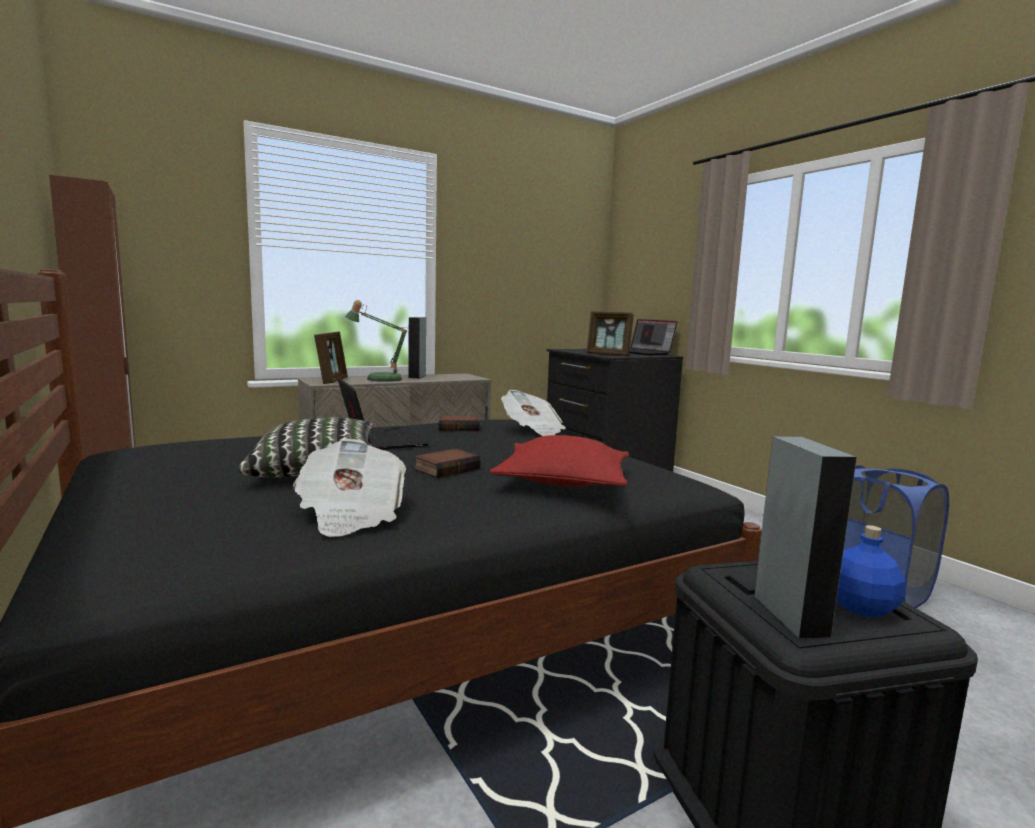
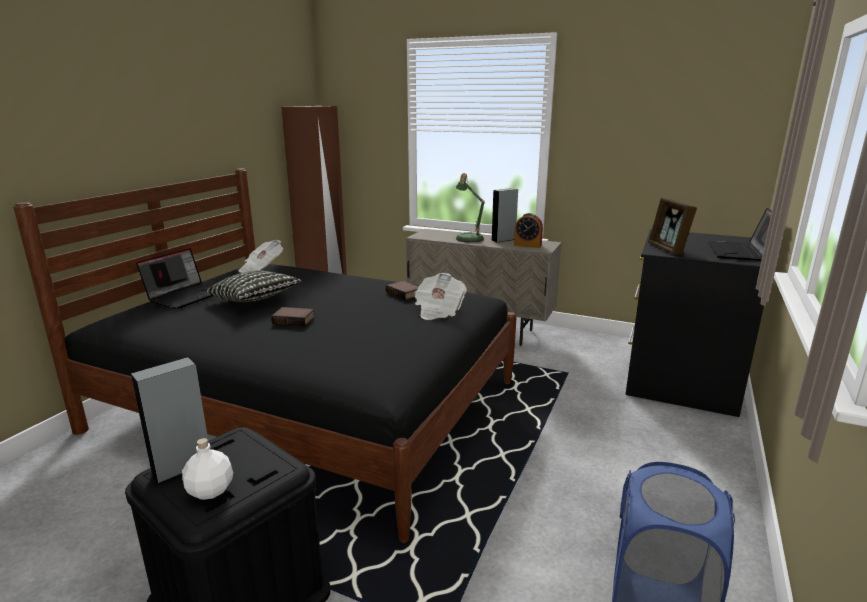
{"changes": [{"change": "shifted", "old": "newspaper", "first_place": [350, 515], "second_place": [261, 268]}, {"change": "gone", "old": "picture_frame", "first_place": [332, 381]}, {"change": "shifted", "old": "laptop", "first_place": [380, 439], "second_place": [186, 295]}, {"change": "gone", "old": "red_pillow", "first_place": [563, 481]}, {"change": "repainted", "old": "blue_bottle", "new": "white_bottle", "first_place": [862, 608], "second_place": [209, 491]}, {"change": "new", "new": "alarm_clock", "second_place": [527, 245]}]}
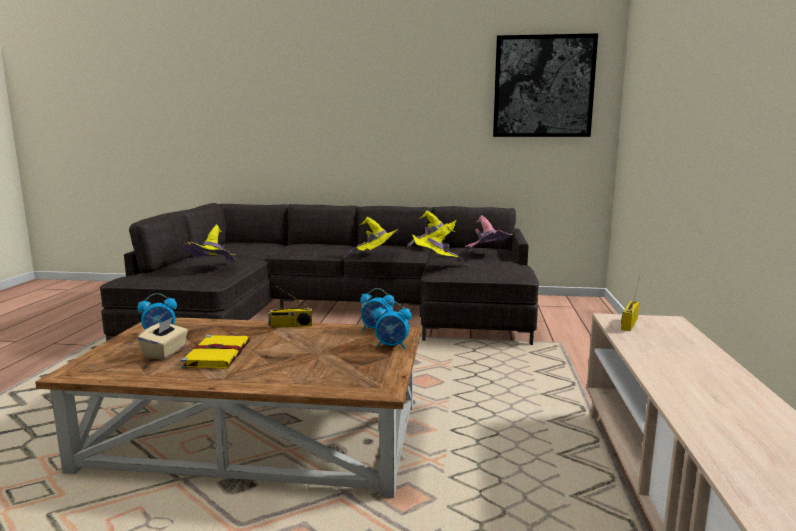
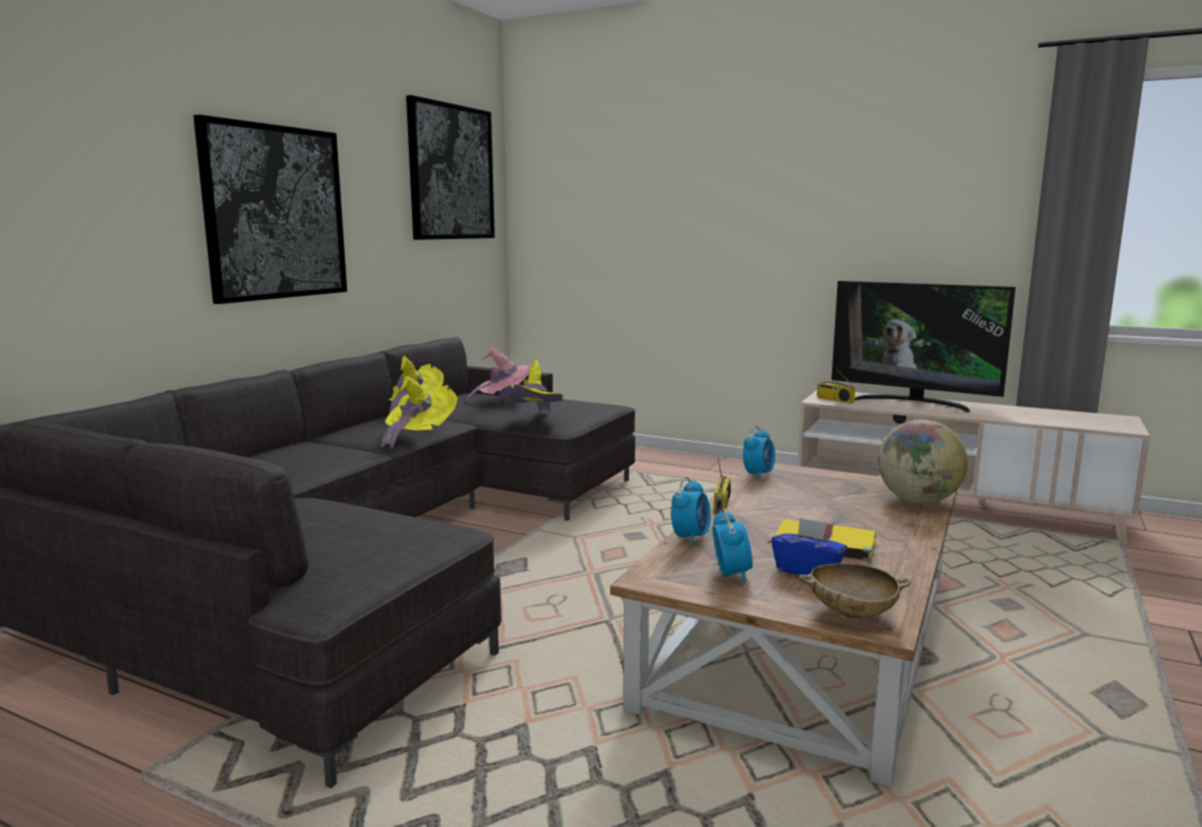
{"changes": [{"change": "repainted", "old": "beige_tissue_box", "new": "blue_tissue_box", "first_place": [165, 352], "second_place": [807, 570]}, {"change": "gone", "old": "yellow_hat", "first_place": [214, 270]}, {"change": "shifted", "old": "alarm_clock", "first_place": [392, 346], "second_place": [690, 538]}, {"change": "new", "new": "picture", "second_place": [275, 213]}, {"change": "new", "new": "beige_bowl", "second_place": [851, 613]}, {"change": "new", "new": "television", "second_place": [913, 402]}, {"change": "new", "new": "globe", "second_place": [917, 501]}]}
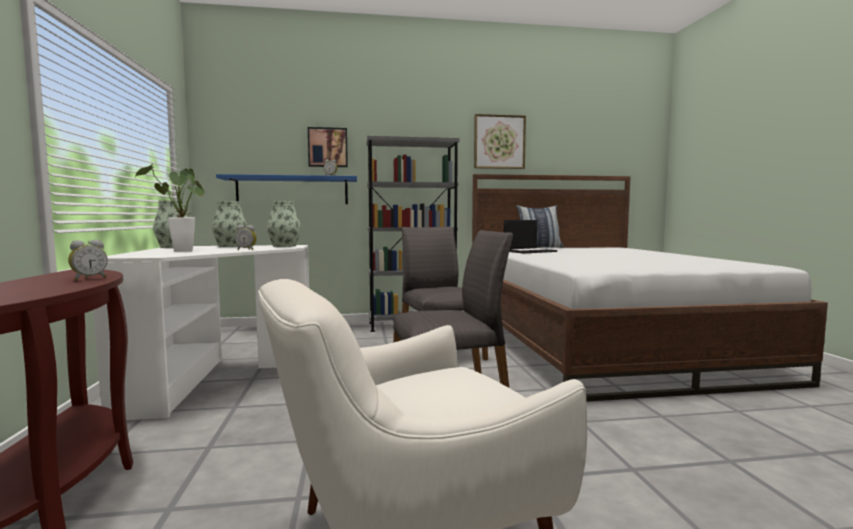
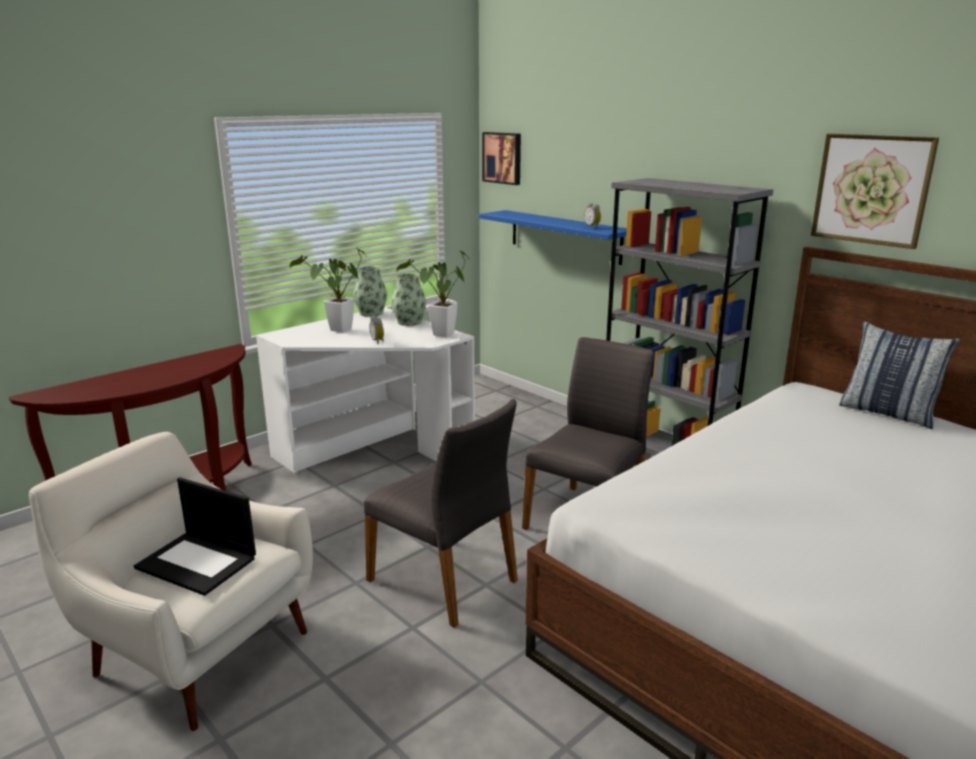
{"changes": [{"change": "gone", "old": "alarm_clock", "first_place": [89, 278]}, {"change": "swapped", "old": "vase", "new": "potted_plant", "first_place": [284, 246], "second_place": [440, 336]}, {"change": "shifted", "old": "picture", "first_place": [328, 147], "second_place": [503, 158]}, {"change": "shifted", "old": "laptop", "first_place": [529, 251], "second_place": [198, 562]}]}
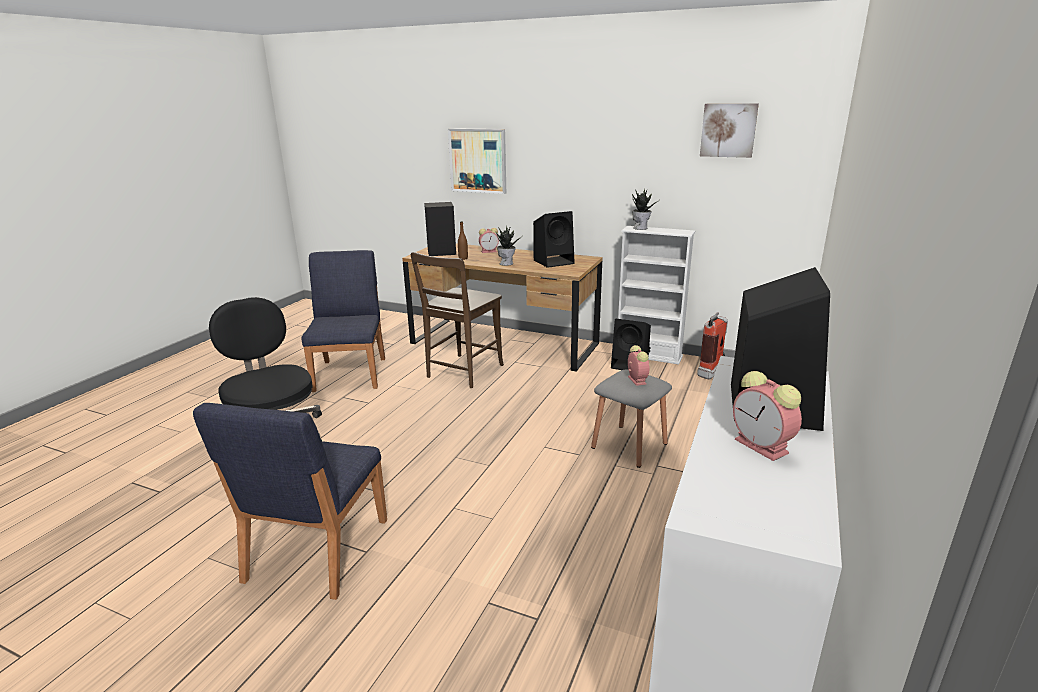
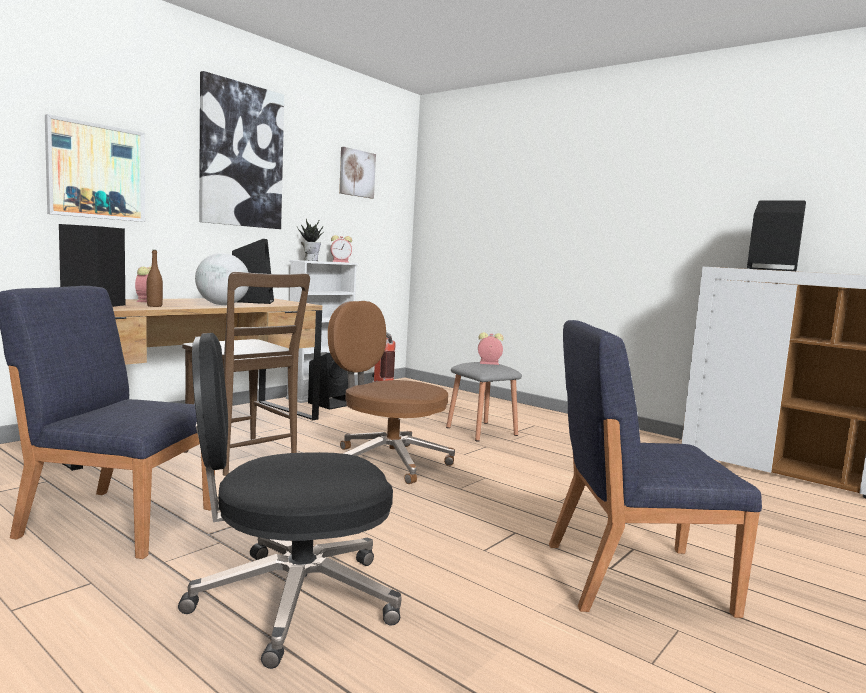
{"changes": [{"change": "rotated", "old": "blue_chair", "first_place": [316, 551], "second_place": [632, 577], "degrees": 150}, {"change": "swapped", "old": "potted_plant", "new": "globe", "first_place": [506, 263], "second_place": [222, 305]}, {"change": "shifted", "old": "alarm_clock", "first_place": [763, 447], "second_place": [341, 262]}, {"change": "new", "new": "picture", "second_place": [241, 156]}, {"change": "new", "new": "brown_office_chair", "second_place": [387, 461]}]}
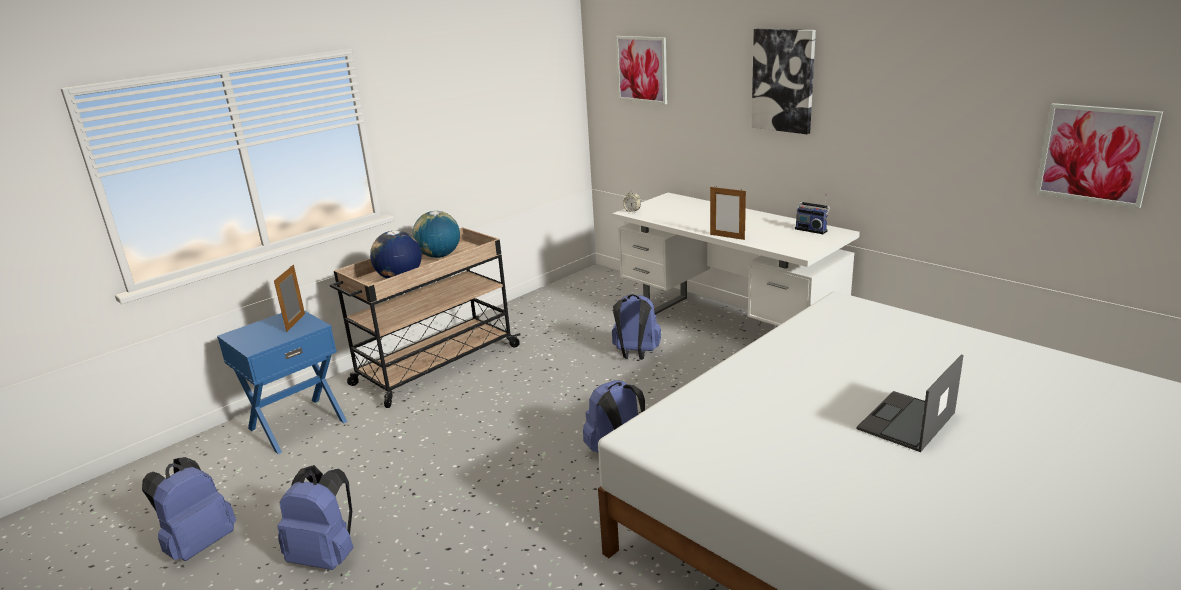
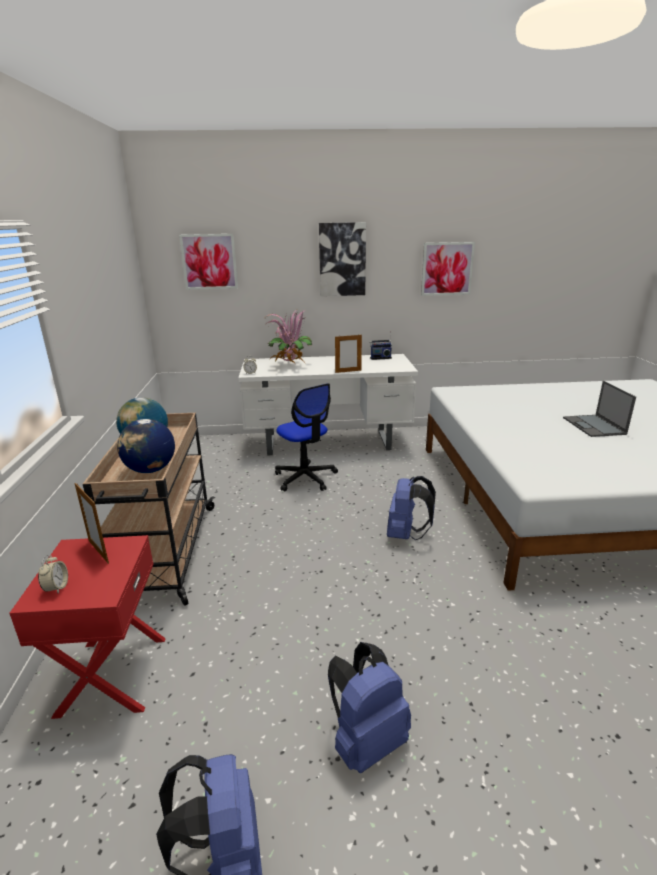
{"changes": [{"change": "repainted", "old": "blue_nightstand", "new": "red_nightstand", "first_place": [297, 424], "second_place": [111, 675]}, {"change": "swapped", "old": "blue_backpack", "new": "office_chair", "first_place": [635, 354], "second_place": [305, 478]}, {"change": "shifted", "old": "picture", "first_place": [1096, 154], "second_place": [447, 269]}, {"change": "new", "new": "alarm_clock", "second_place": [56, 587]}, {"change": "new", "new": "potted_plant", "second_place": [290, 366]}]}
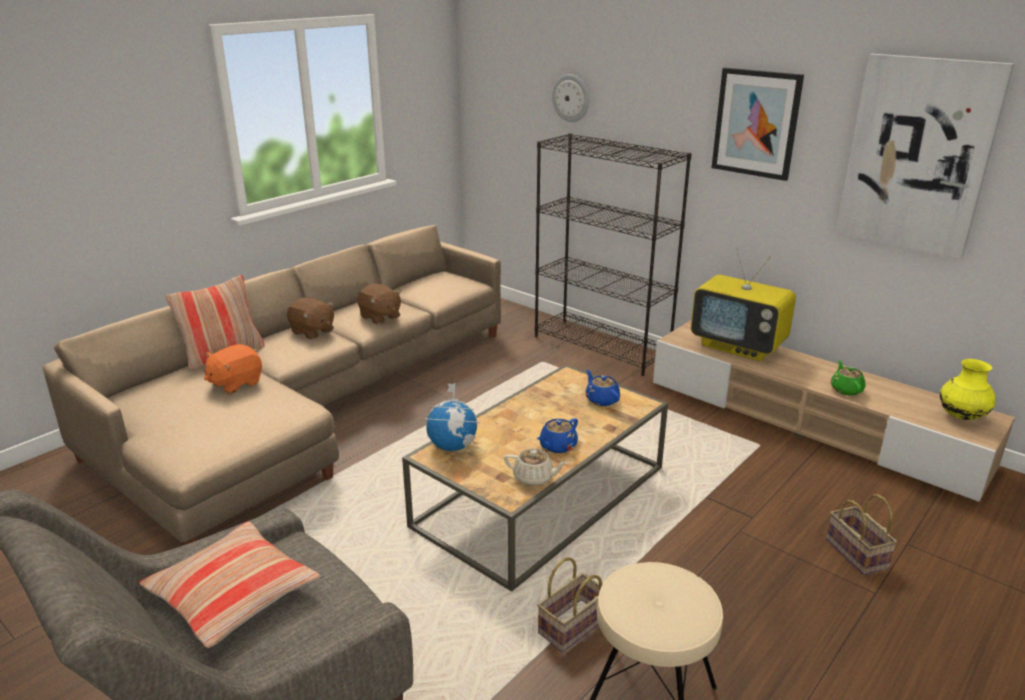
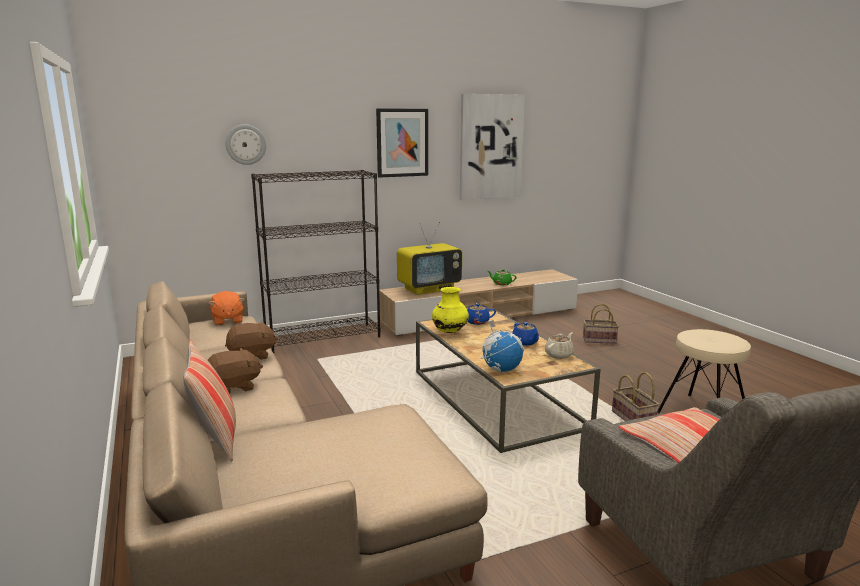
{"changes": [{"change": "shifted", "old": "orange_plush_toy", "first_place": [235, 383], "second_place": [227, 321]}, {"change": "shifted", "old": "yellow_vase", "first_place": [961, 416], "second_place": [450, 332]}]}
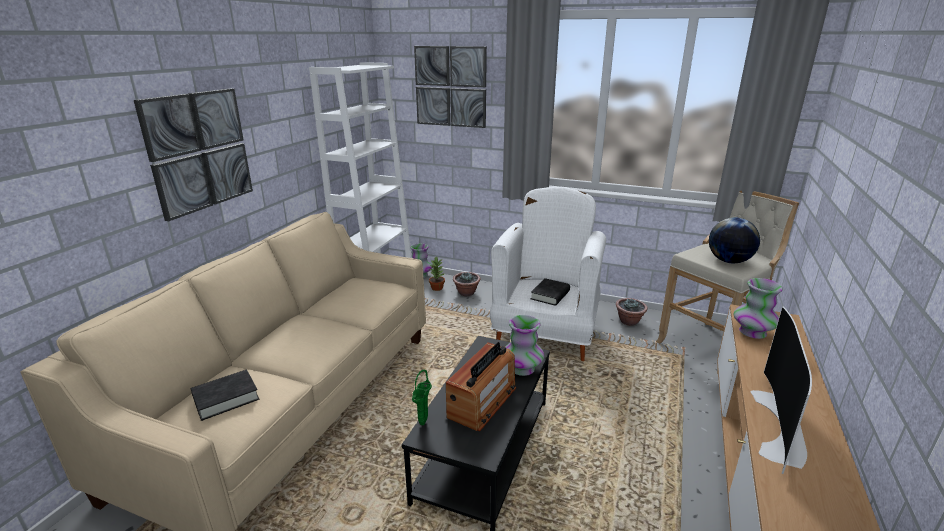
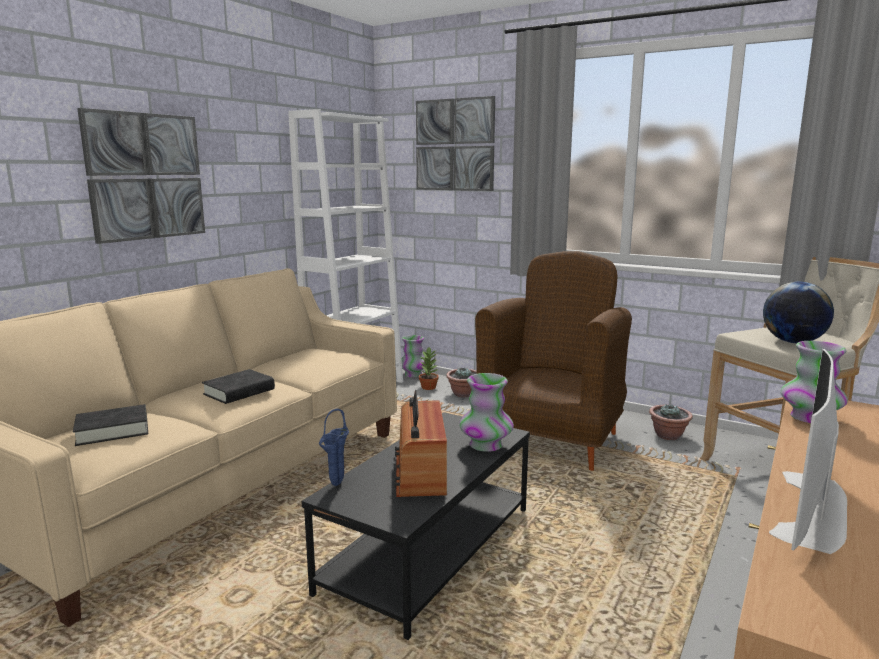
{"changes": [{"change": "repainted", "old": "green_vase", "new": "blue_vase", "first_place": [422, 424], "second_place": [336, 485]}, {"change": "rotated", "old": "radio", "first_place": [482, 402], "second_place": [420, 471], "degrees": 135}, {"change": "repainted", "old": "white_armchair", "new": "brown_armchair", "first_place": [545, 333], "second_place": [551, 439]}, {"change": "shifted", "old": "black_book", "first_place": [550, 295], "second_place": [239, 392]}]}
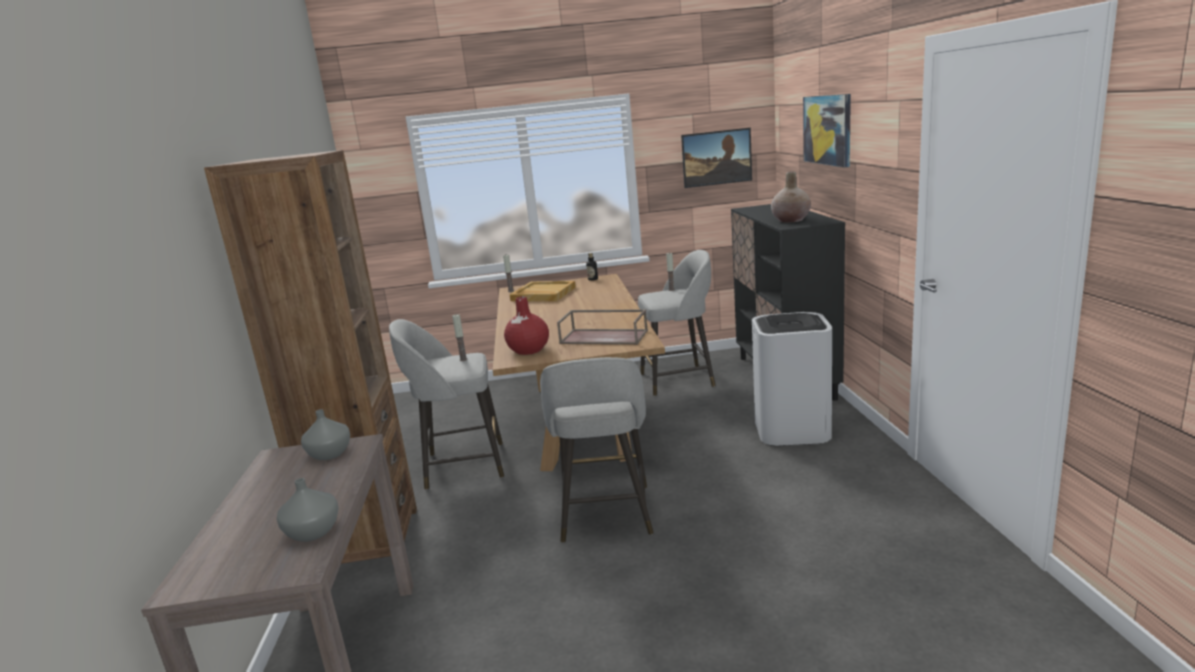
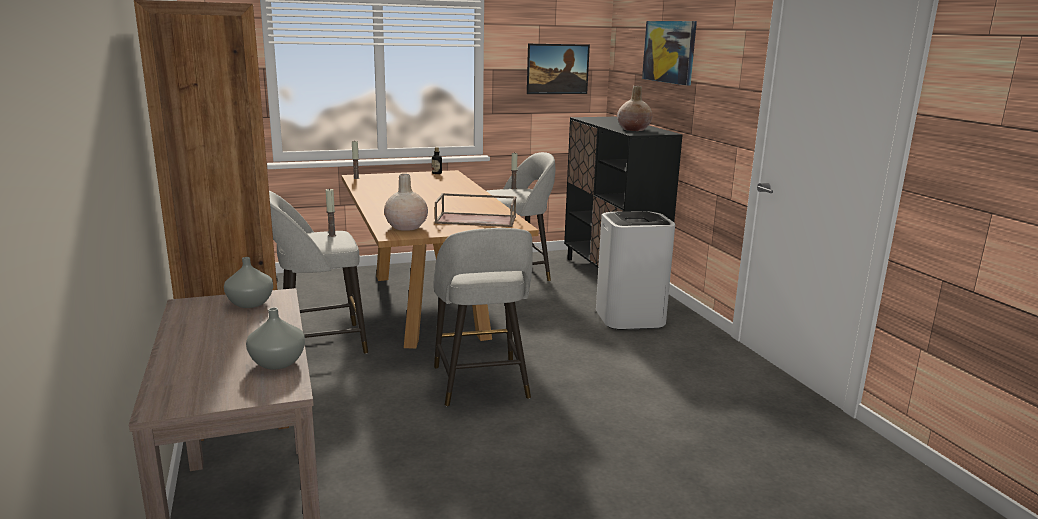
{"changes": [{"change": "repainted", "old": "red_vase", "new": "beige_vase", "first_place": [528, 350], "second_place": [406, 227]}, {"change": "gone", "old": "beige_tray", "first_place": [543, 294]}]}
